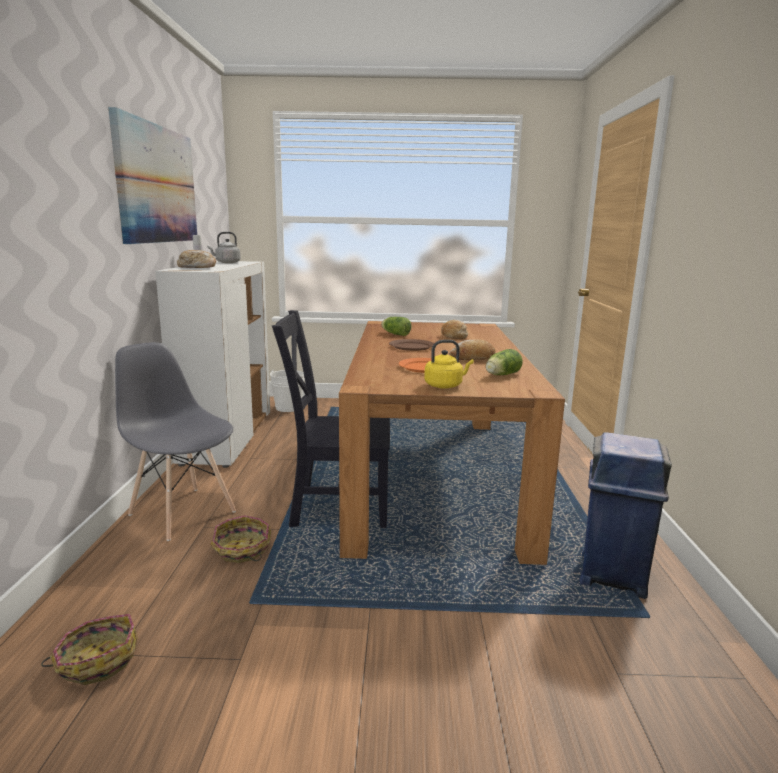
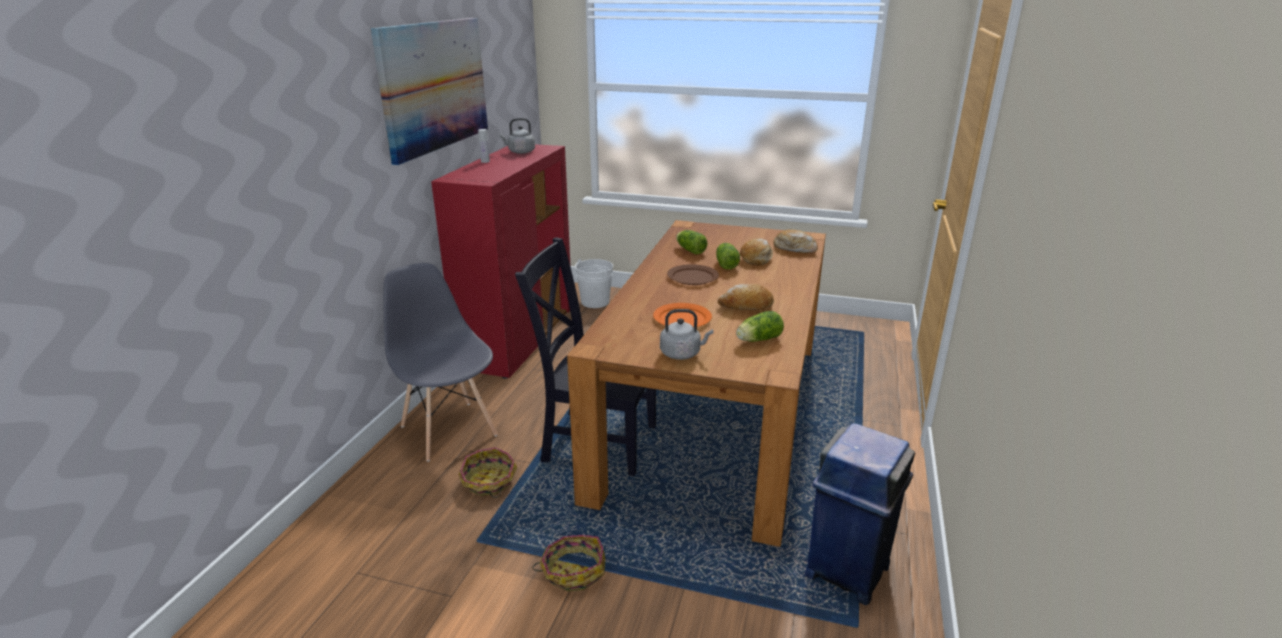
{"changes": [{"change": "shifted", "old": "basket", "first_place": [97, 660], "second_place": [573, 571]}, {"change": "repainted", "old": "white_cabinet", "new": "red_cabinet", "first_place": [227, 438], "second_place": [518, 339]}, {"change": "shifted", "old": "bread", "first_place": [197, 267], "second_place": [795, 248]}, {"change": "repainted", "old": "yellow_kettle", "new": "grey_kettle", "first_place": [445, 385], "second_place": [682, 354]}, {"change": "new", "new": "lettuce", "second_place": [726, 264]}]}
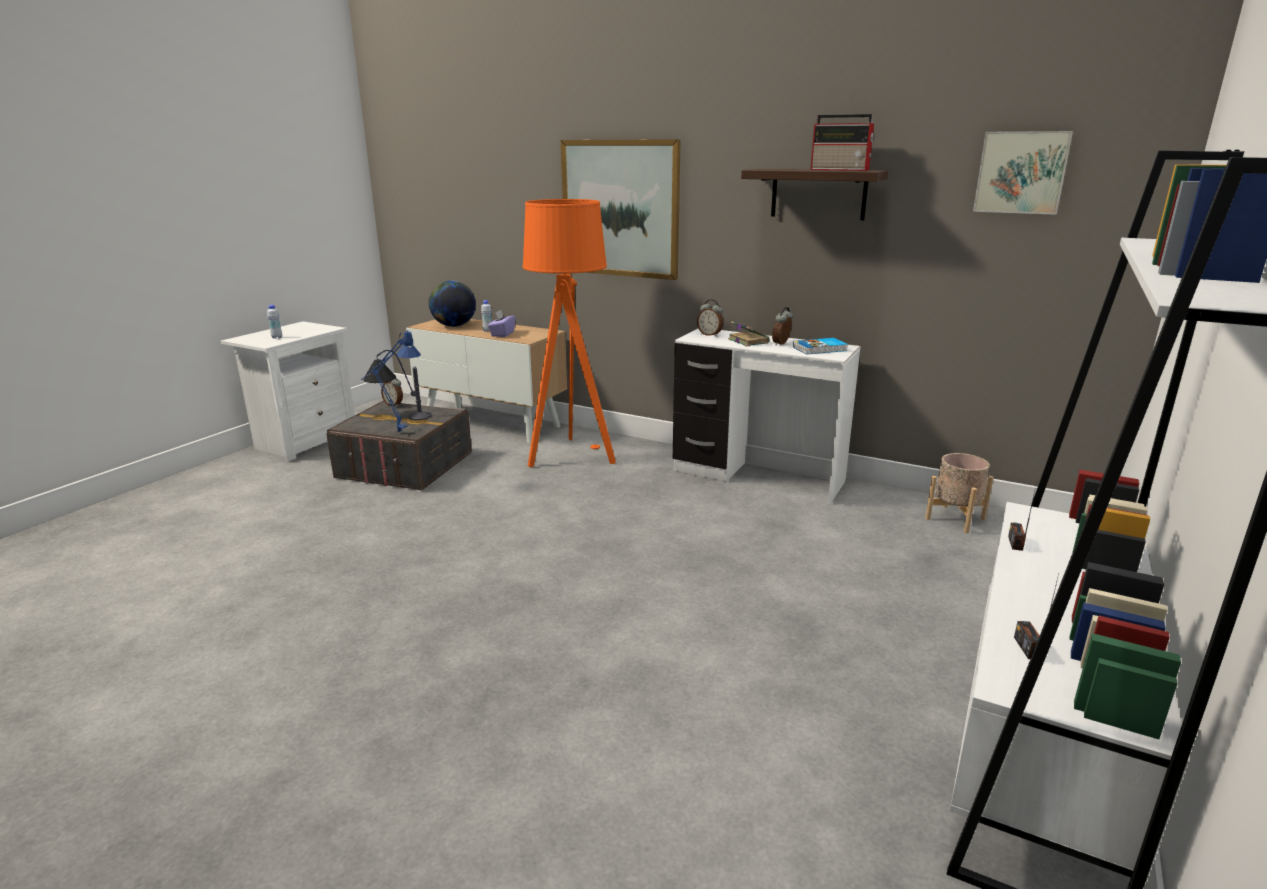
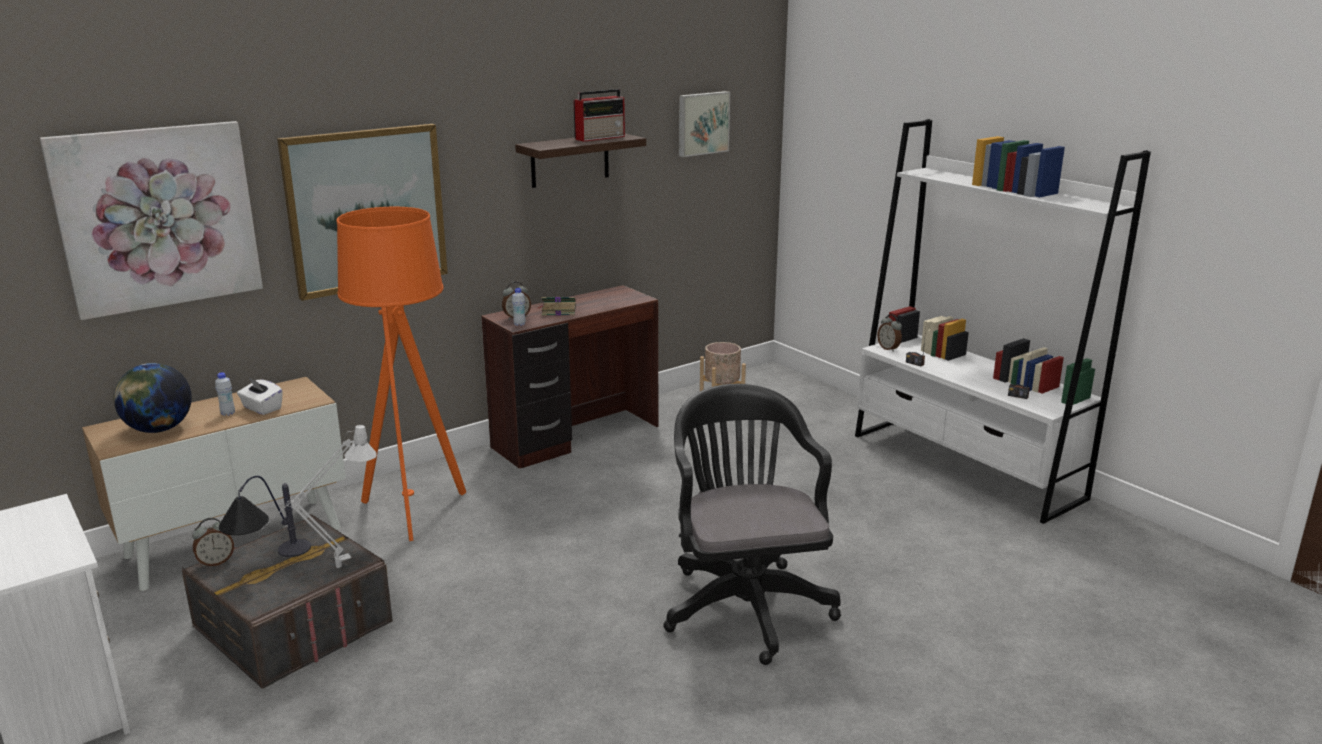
{"changes": [{"change": "shifted", "old": "white_bottle", "first_place": [277, 337], "second_place": [519, 324]}, {"change": "repainted", "old": "blue_table_lamp", "new": "grey_table_lamp", "first_place": [395, 431], "second_place": [331, 571]}, {"change": "repainted", "old": "purple_tissue_box", "new": "white_tissue_box", "first_place": [502, 334], "second_place": [261, 408]}, {"change": "repainted", "old": "white_desk", "new": "brown_desk", "first_place": [757, 477], "second_place": [577, 437]}, {"change": "shifted", "old": "alarm_clock", "first_place": [782, 344], "second_place": [889, 348]}, {"change": "gone", "old": "book", "first_place": [820, 349]}, {"change": "new", "new": "picture", "second_place": [158, 217]}, {"change": "new", "new": "black_office_chair", "second_place": [744, 603]}]}
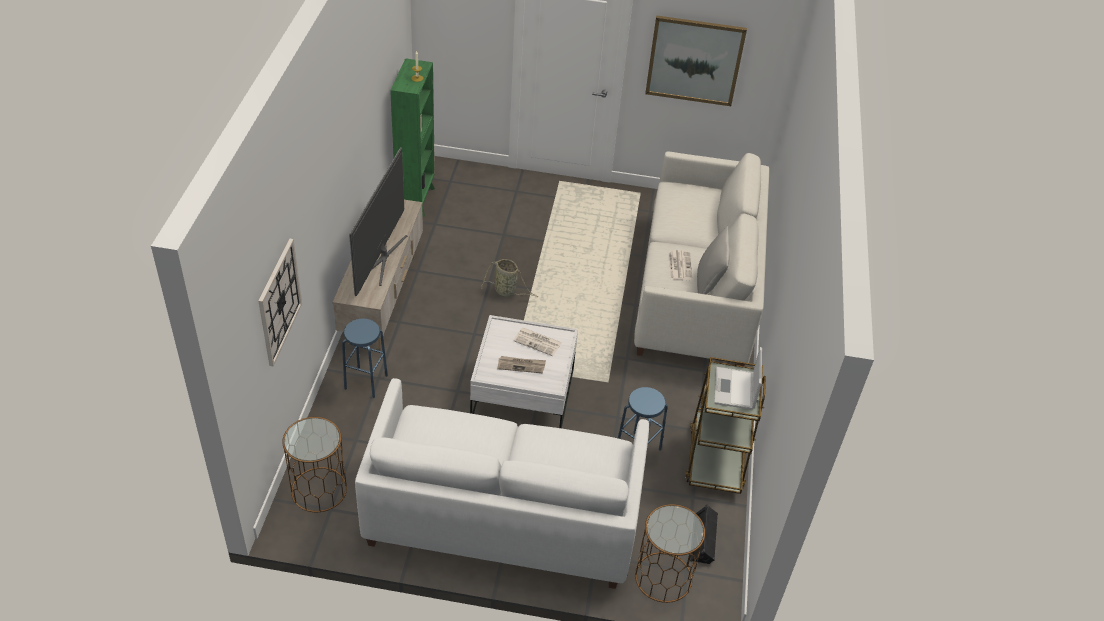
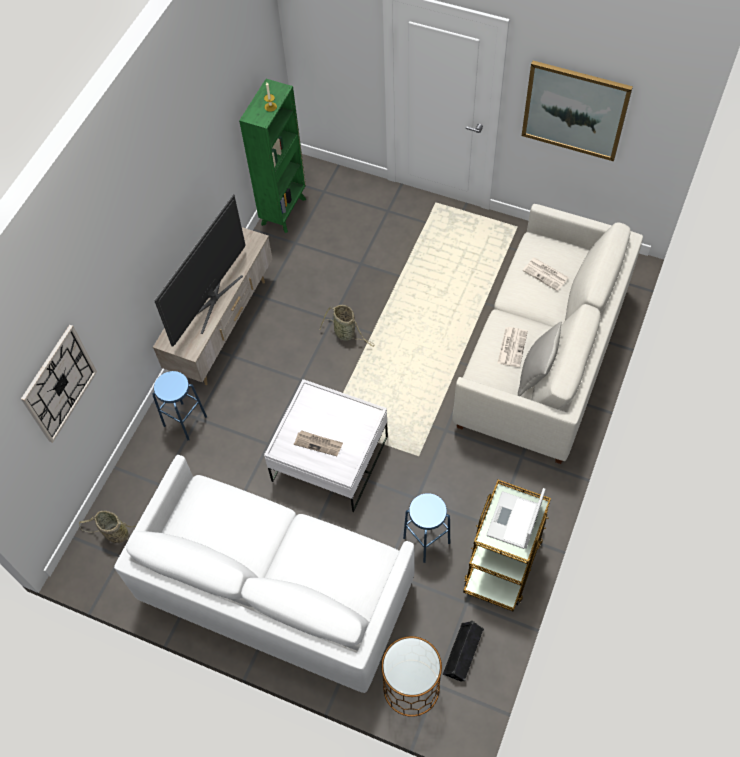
{"changes": [{"change": "swapped", "old": "brown_side_table", "new": "basket", "first_place": [318, 490], "second_place": [115, 534]}, {"change": "shifted", "old": "newspaper", "first_place": [538, 342], "second_place": [546, 274]}]}
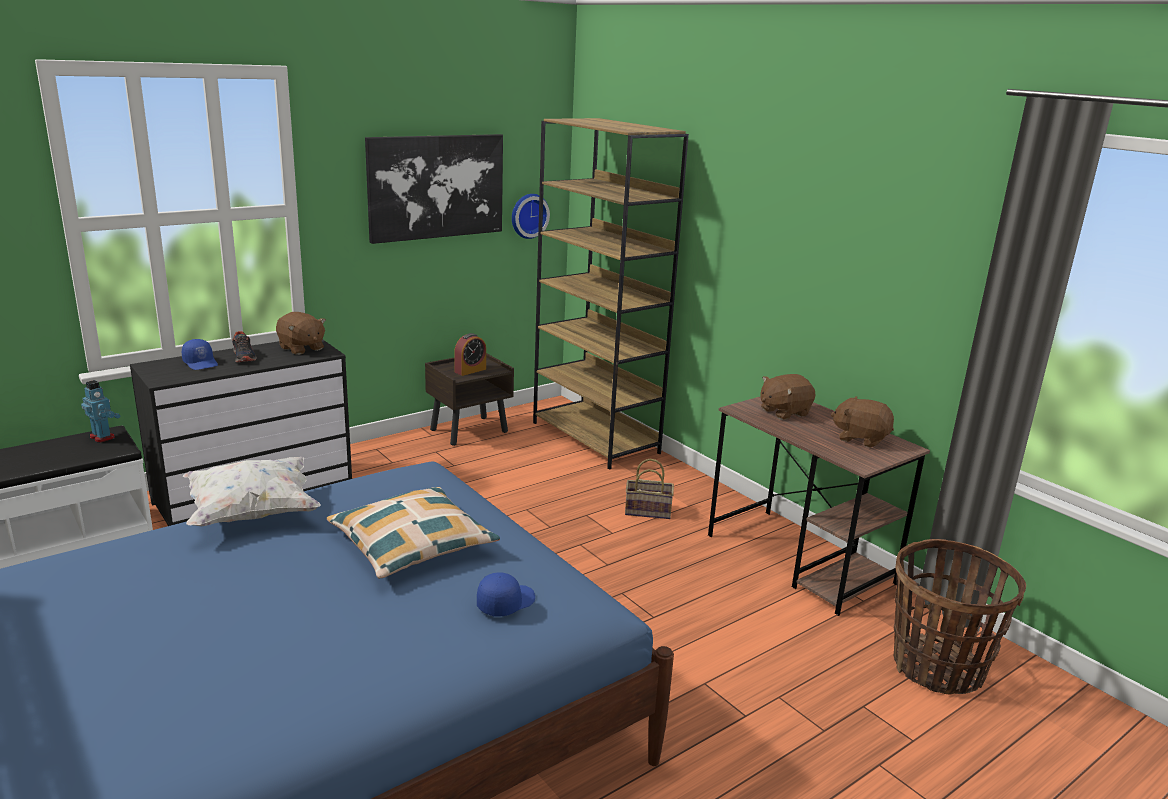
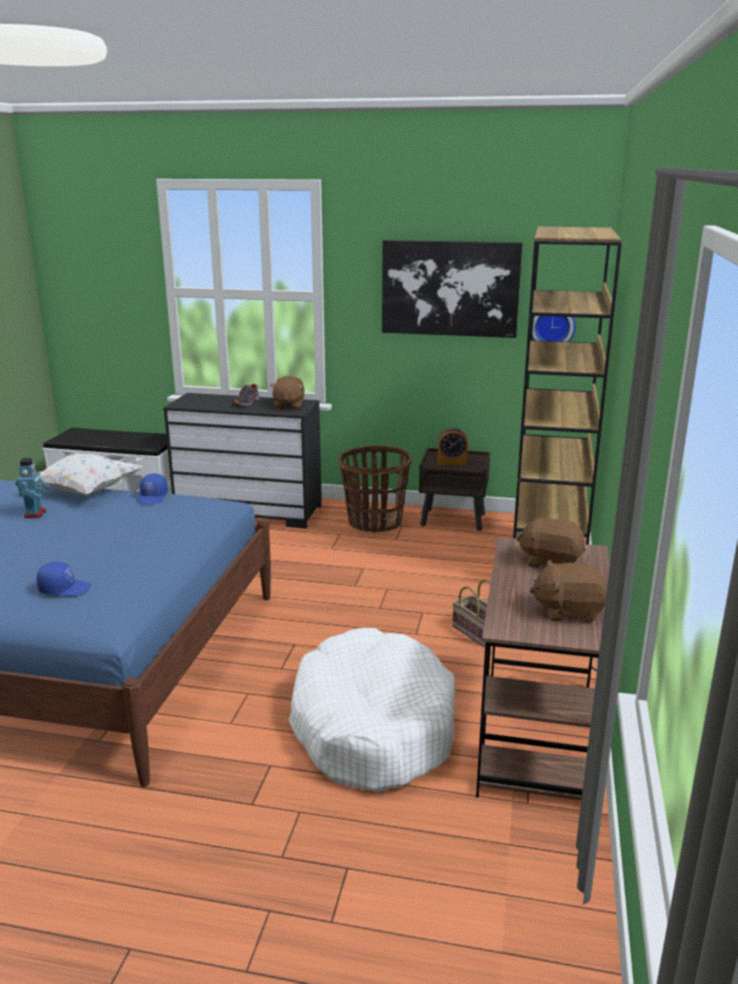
{"changes": [{"change": "shifted", "old": "toy_robot", "first_place": [103, 437], "second_place": [35, 514]}, {"change": "shifted", "old": "blue_cap", "first_place": [201, 363], "second_place": [153, 497]}, {"change": "gone", "old": "pillow", "first_place": [412, 544]}, {"change": "rotated", "old": "brown_plush_toy", "first_place": [860, 438], "second_place": [568, 611], "degrees": -75}, {"change": "shifted", "old": "basket", "first_place": [937, 668], "second_place": [374, 522]}, {"change": "new", "new": "white_dog_bed", "second_place": [372, 726]}]}
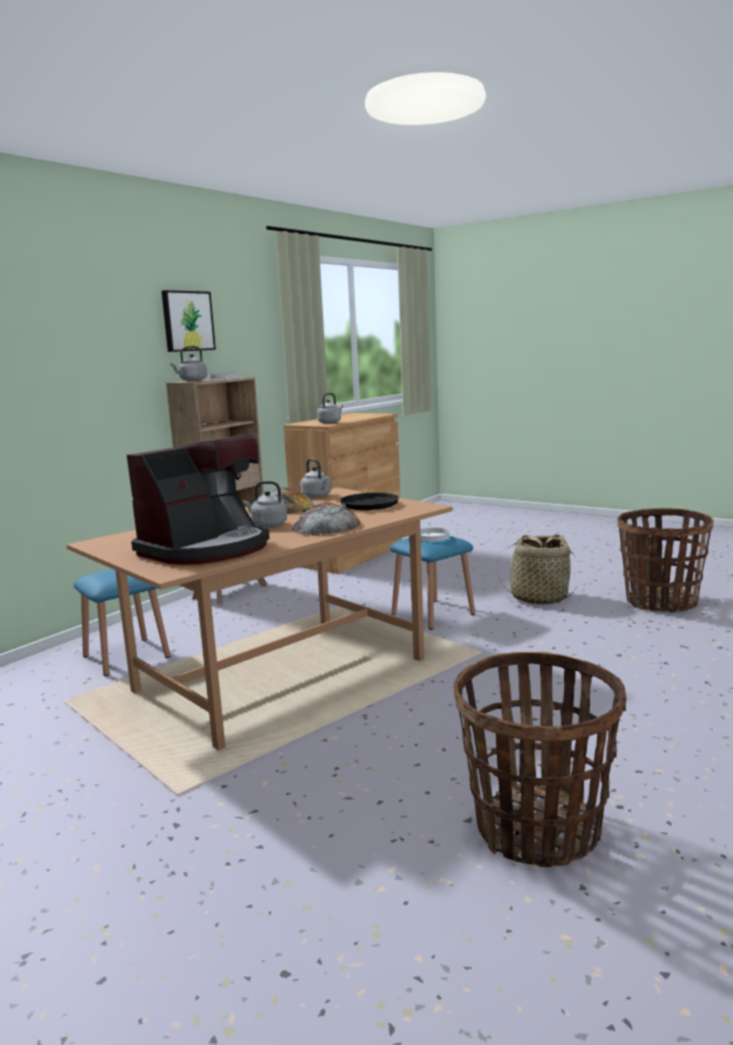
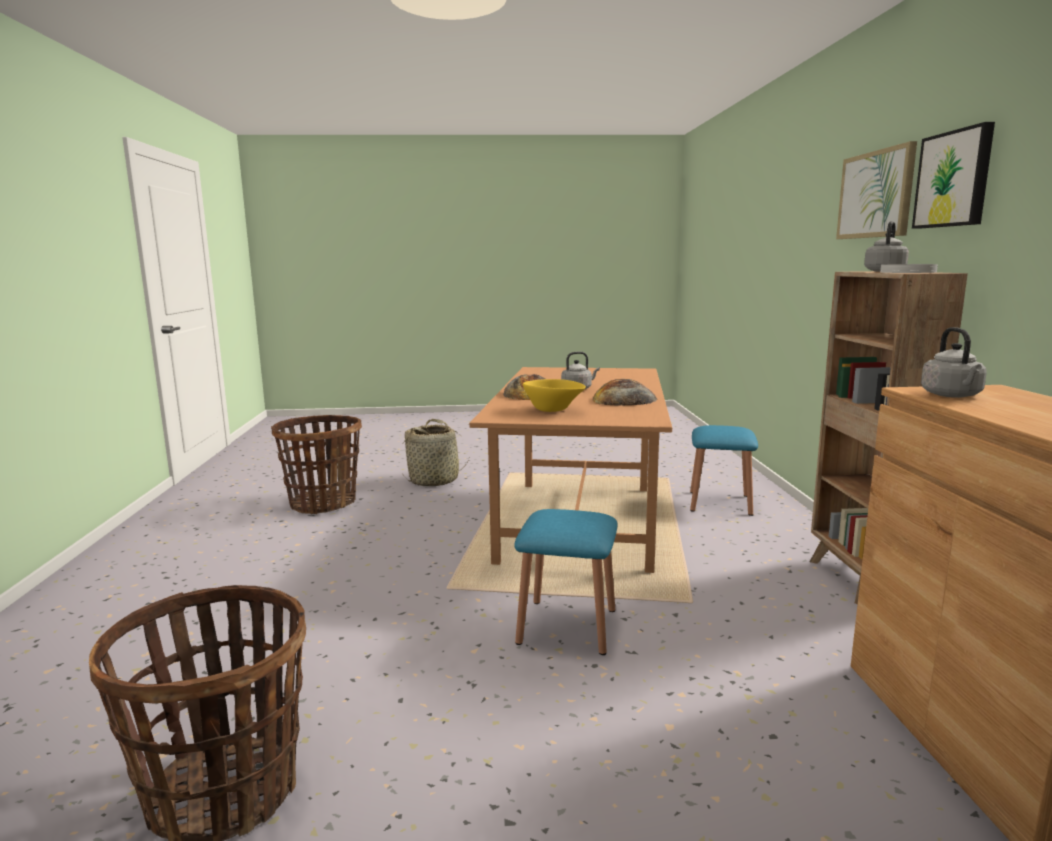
{"changes": [{"change": "gone", "old": "coffee_machine", "first_place": [207, 549]}, {"change": "gone", "old": "grey_kettle", "first_place": [317, 496]}, {"change": "swapped", "old": "black_frying_pan", "new": "yellow_bowl", "first_place": [365, 506], "second_place": [555, 410]}, {"change": "gone", "old": "white_plate", "first_place": [432, 537]}, {"change": "shifted", "old": "basket", "first_place": [538, 598], "second_place": [434, 480]}, {"change": "new", "new": "picture", "second_place": [876, 194]}]}
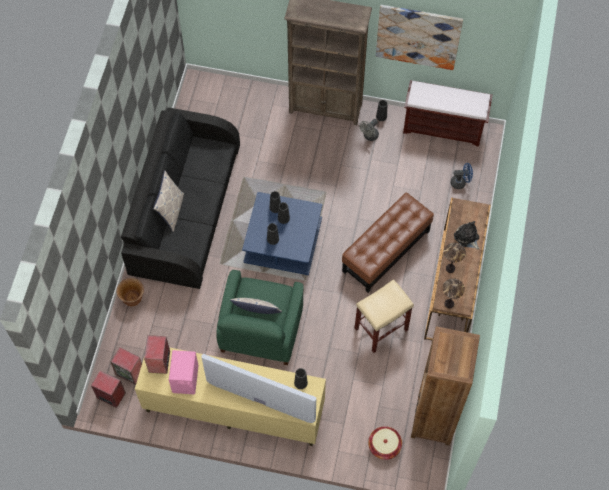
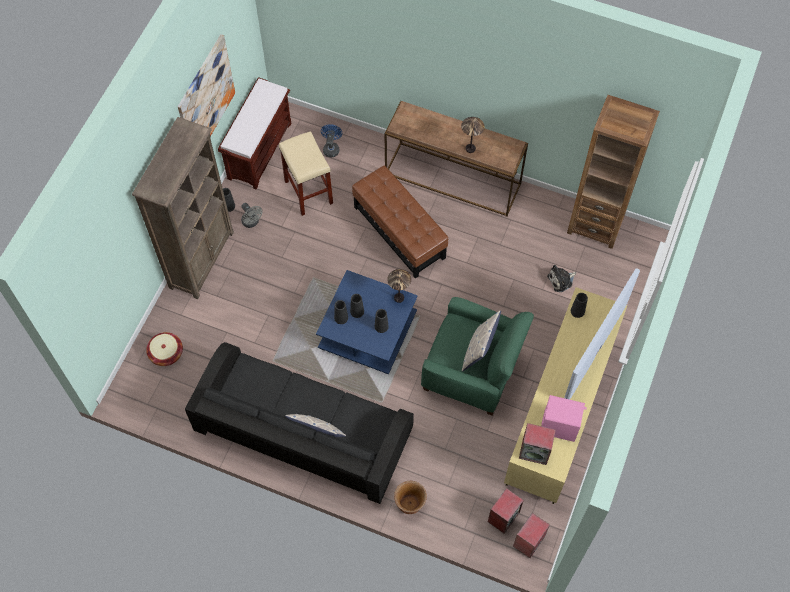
{"changes": [{"change": "shifted", "old": "beige_stool", "first_place": [380, 330], "second_place": [309, 192]}, {"change": "shifted", "old": "basket", "first_place": [384, 446], "second_place": [166, 353]}, {"change": "shifted", "old": "table_lamp", "first_place": [449, 304], "second_place": [399, 298]}, {"change": "shifted", "old": "plush_toy", "first_place": [467, 238], "second_place": [561, 280]}]}
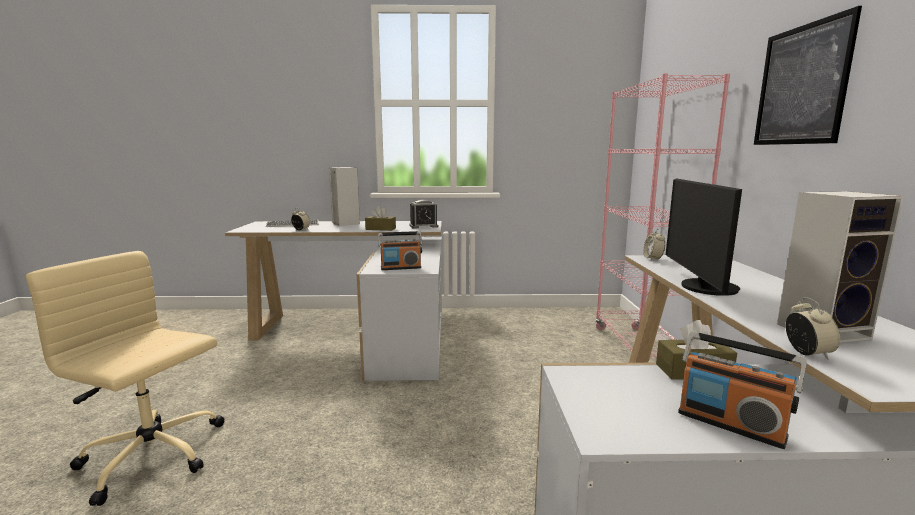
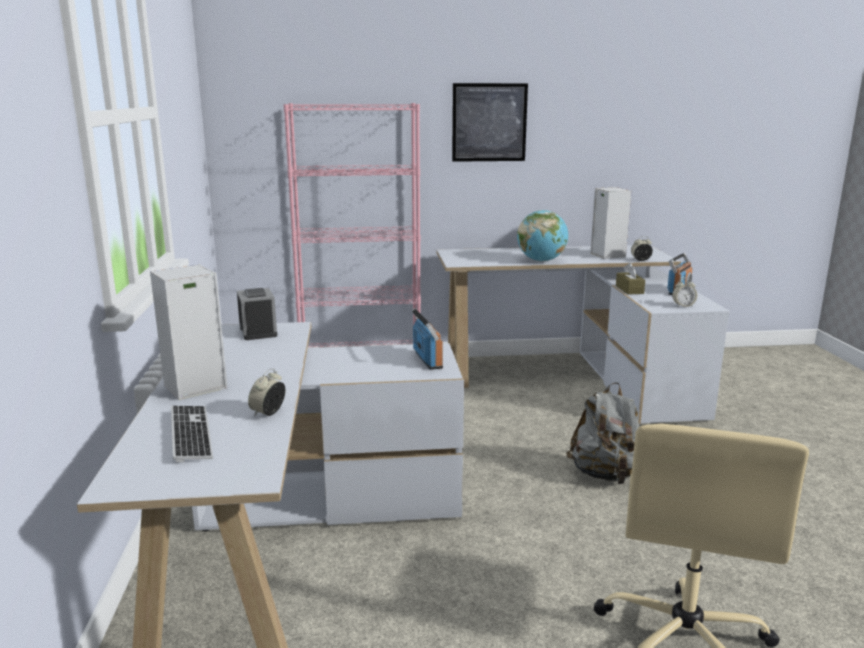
{"changes": [{"change": "gone", "old": "brown_tissue_box", "first_place": [380, 229]}, {"change": "shifted", "old": "alarm_clock", "first_place": [652, 259], "second_place": [683, 306]}, {"change": "swapped", "old": "monitor", "new": "globe", "first_place": [702, 287], "second_place": [541, 261]}, {"change": "new", "new": "grey_backpack", "second_place": [606, 475]}]}
